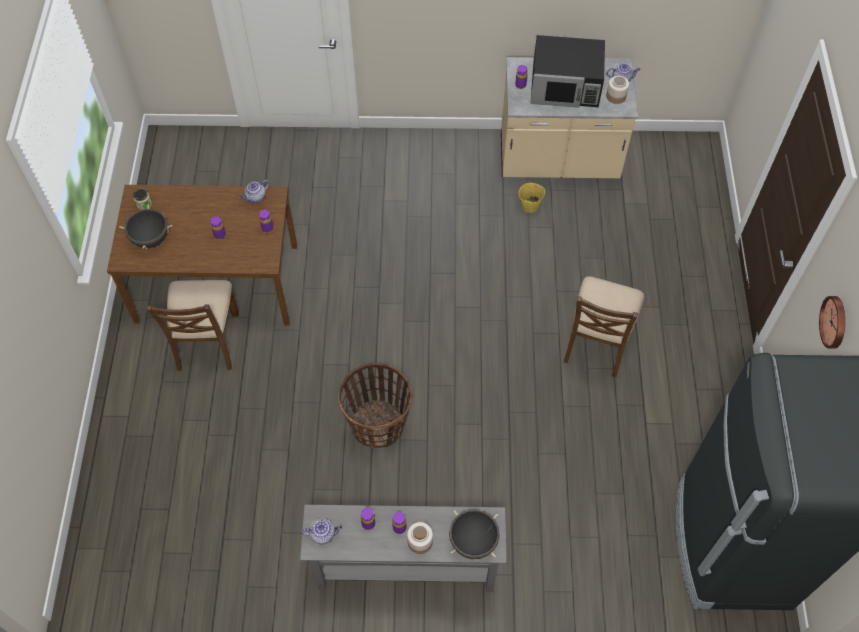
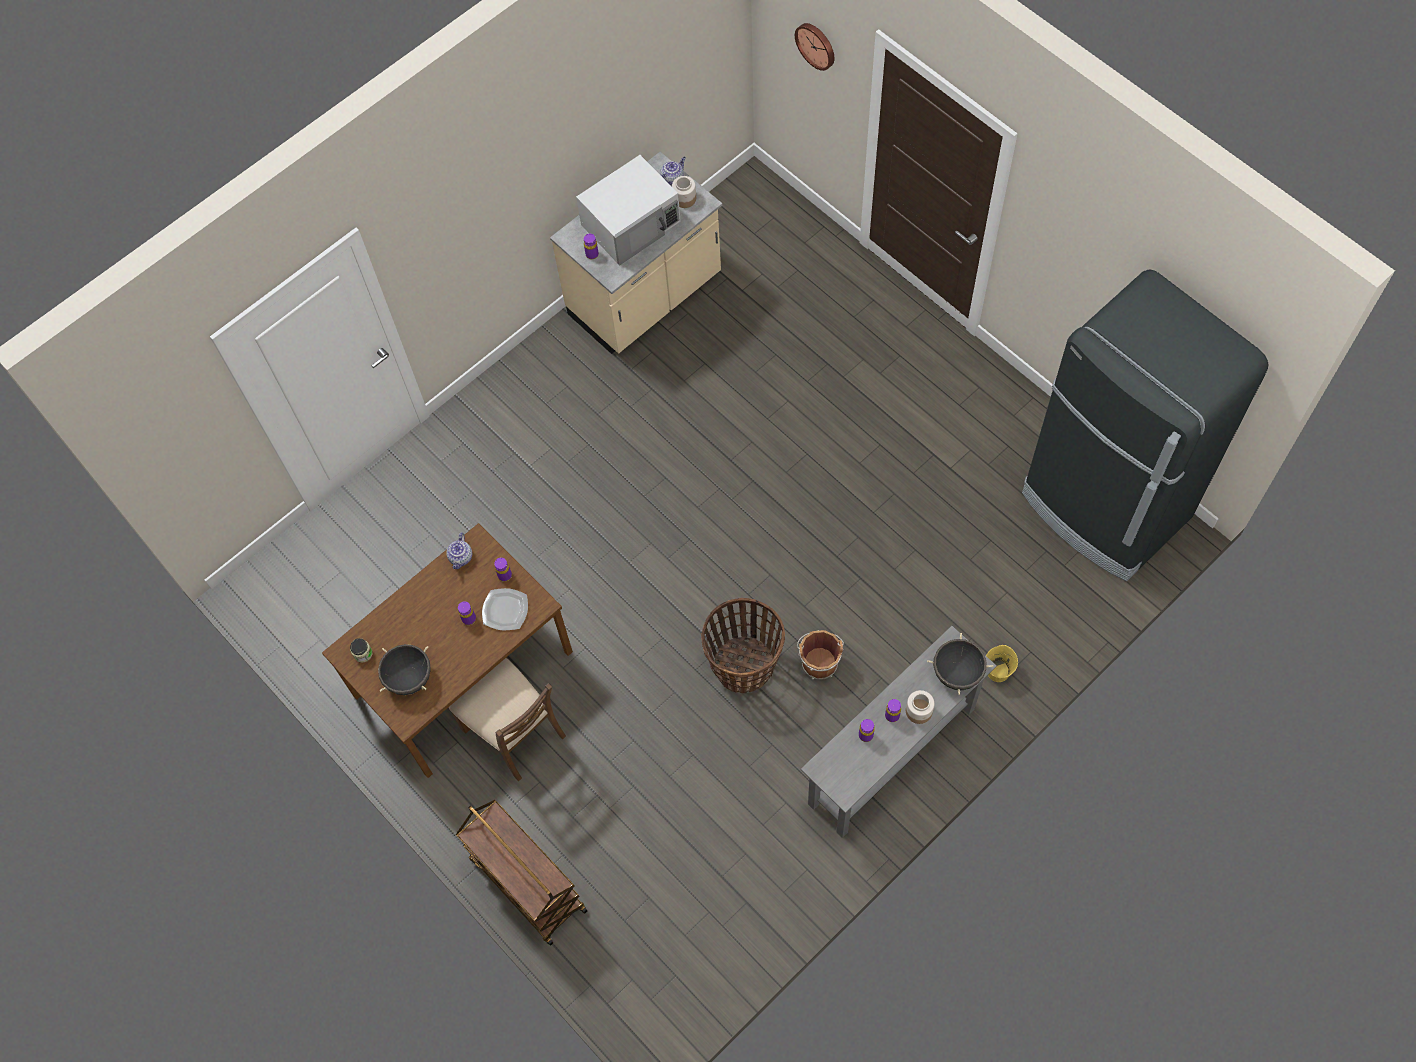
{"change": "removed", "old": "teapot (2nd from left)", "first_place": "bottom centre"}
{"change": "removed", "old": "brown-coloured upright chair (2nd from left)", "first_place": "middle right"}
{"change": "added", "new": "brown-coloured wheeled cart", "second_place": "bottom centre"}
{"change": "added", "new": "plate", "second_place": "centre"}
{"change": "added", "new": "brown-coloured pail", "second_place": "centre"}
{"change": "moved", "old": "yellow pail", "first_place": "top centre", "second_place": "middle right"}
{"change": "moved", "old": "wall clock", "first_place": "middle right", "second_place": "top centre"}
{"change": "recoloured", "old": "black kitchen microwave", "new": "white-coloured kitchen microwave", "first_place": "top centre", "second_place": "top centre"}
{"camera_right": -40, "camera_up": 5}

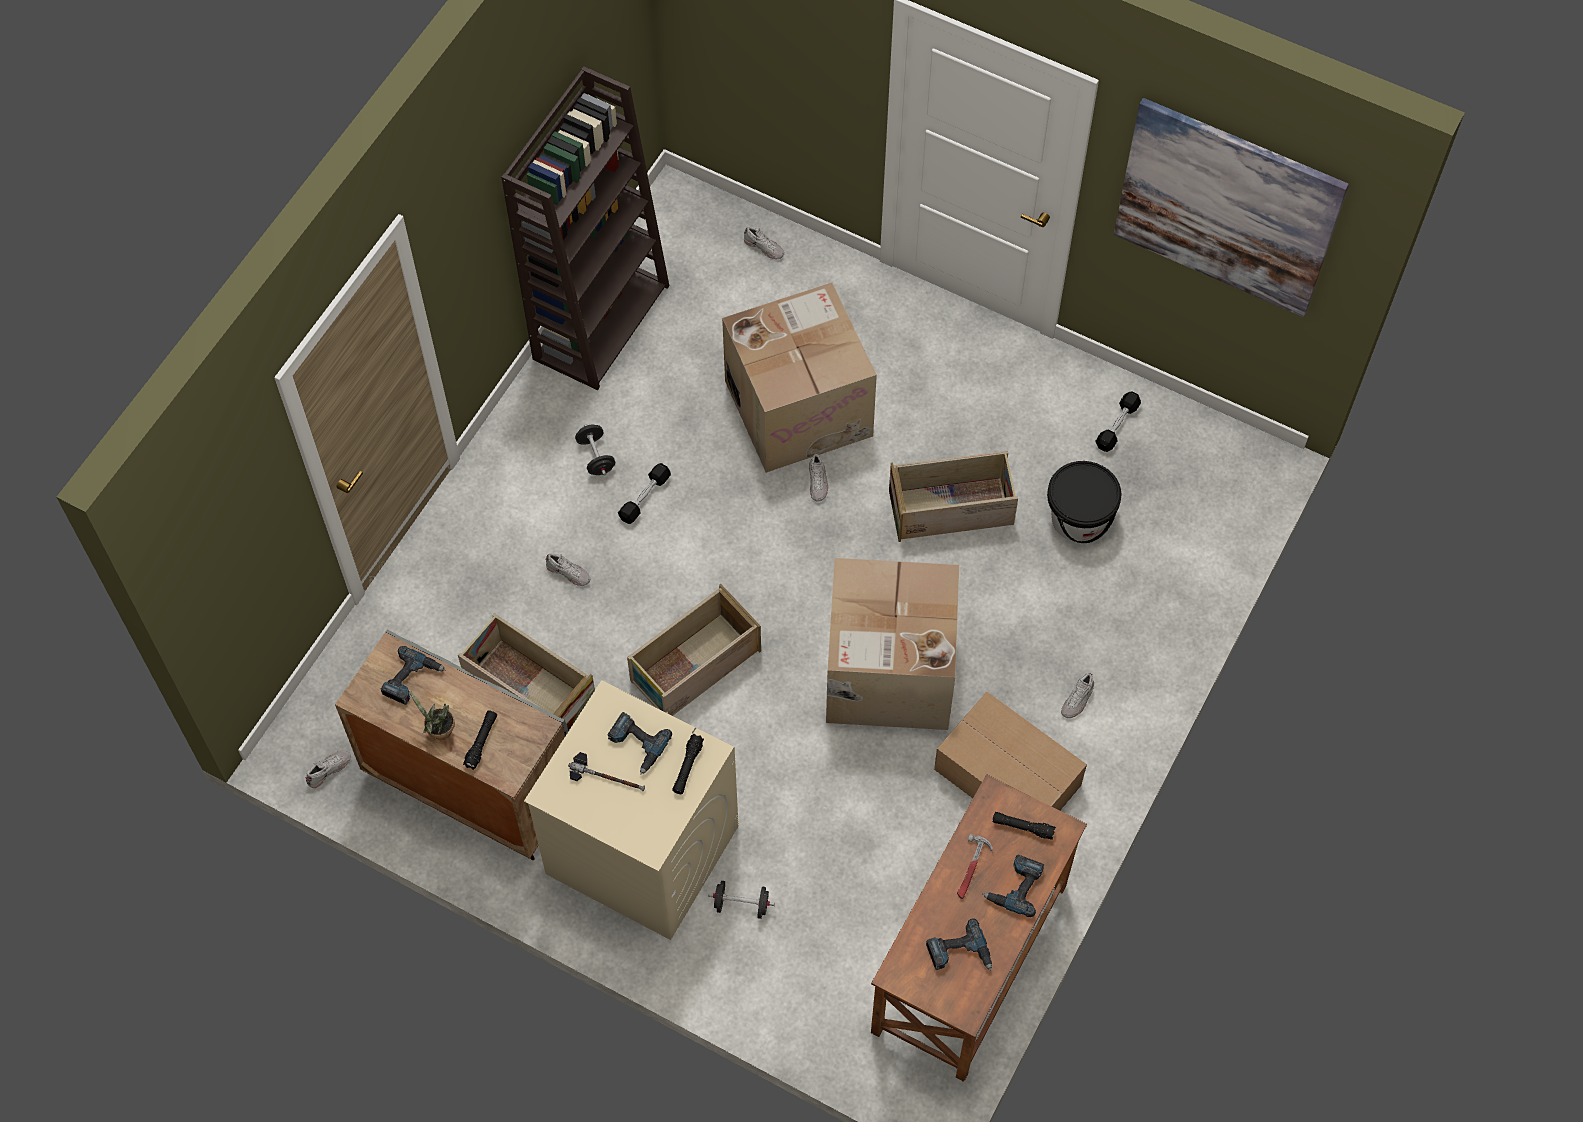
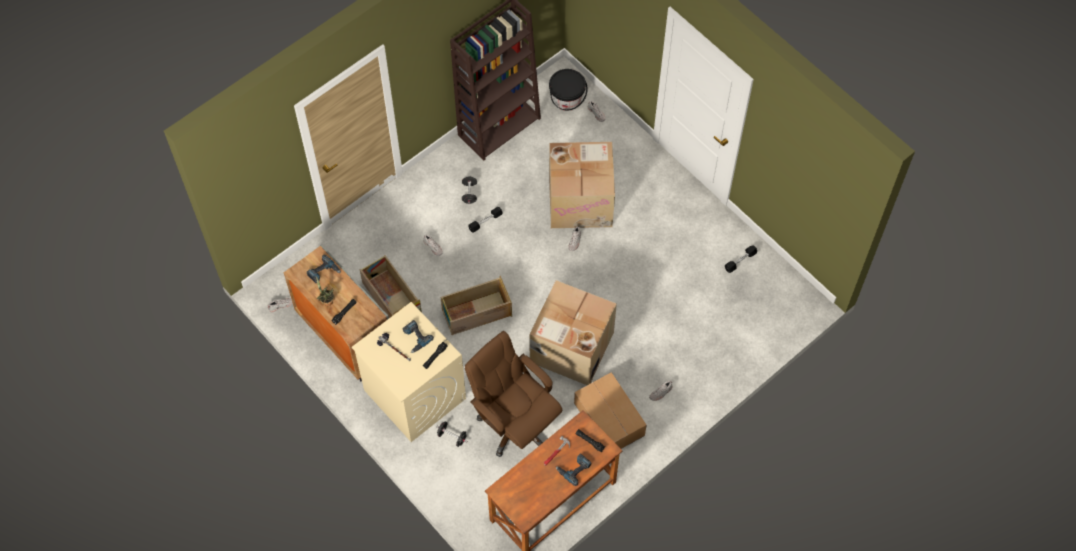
{"change": "removed", "old": "packing crate (3rd from left)", "first_place": "centre"}
{"change": "removed", "old": "power drill (3rd from left)", "first_place": "bottom centre"}
{"change": "removed", "old": "picture", "first_place": "top right"}
{"change": "added", "new": "brown-coloured computer chair", "second_place": "bottom centre"}
{"change": "moved", "old": "black pail", "first_place": "middle right", "second_place": "top centre"}
{"camera_right": 20, "camera_up": 0}

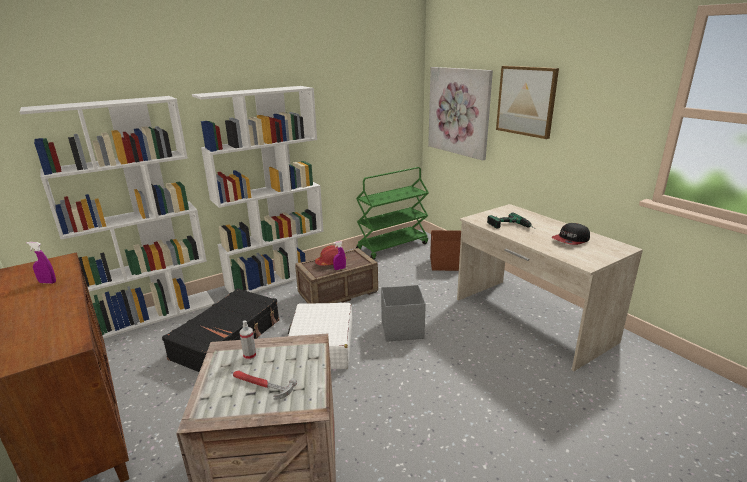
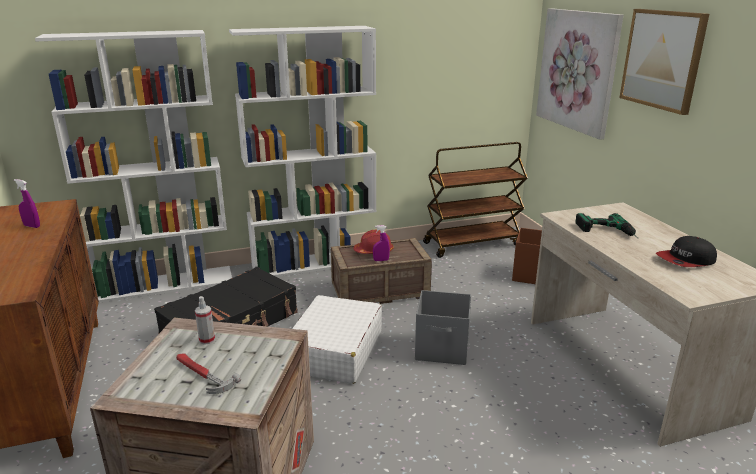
{"change": "recoloured", "old": "green wheeled cart", "new": "brown-coloured wheeled cart", "first_place": "centre", "second_place": "centre"}
{"camera_right": 15, "camera_up": 0}

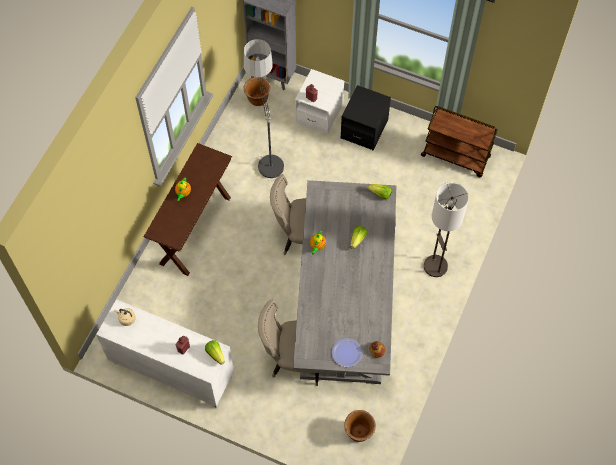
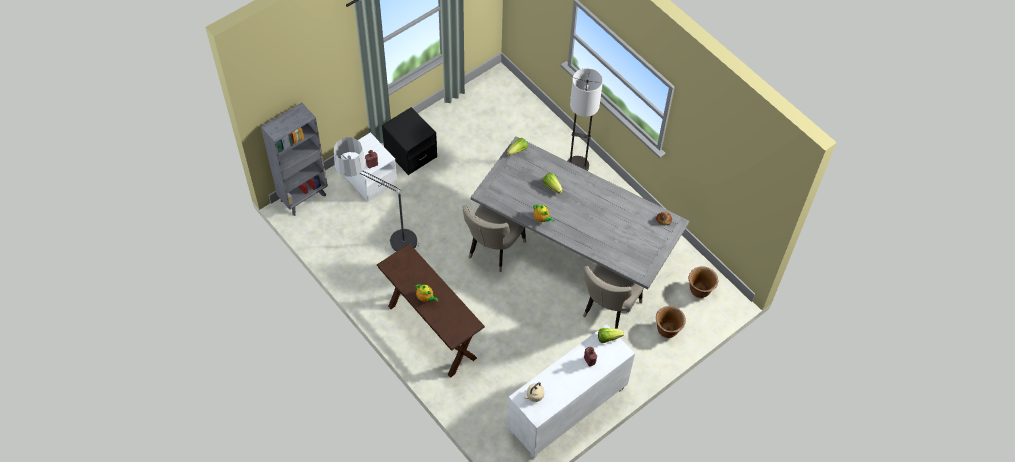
{"change": "removed", "old": "plate", "first_place": "bottom centre"}
{"change": "removed", "old": "brown-coloured wheeled cart", "first_place": "top right"}
{"change": "moved", "old": "brown-coloured planter (1st from left)", "first_place": "top centre", "second_place": "bottom centre"}
{"camera_right": -65, "camera_up": -5}

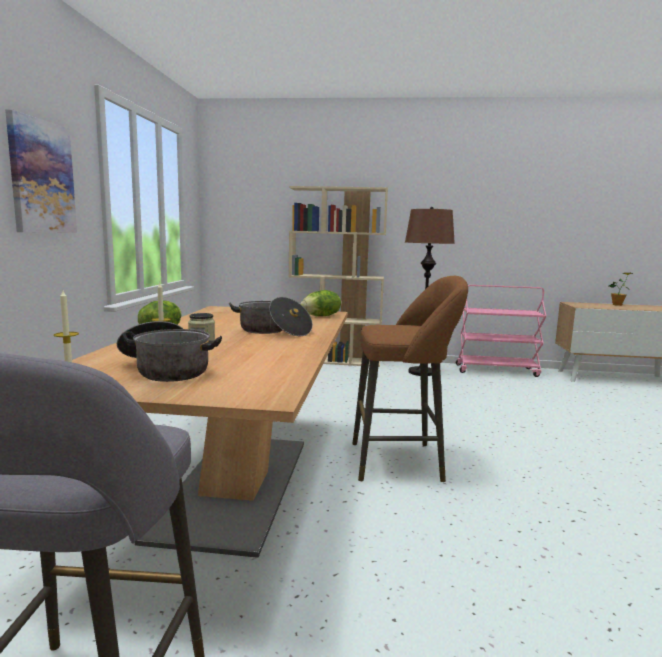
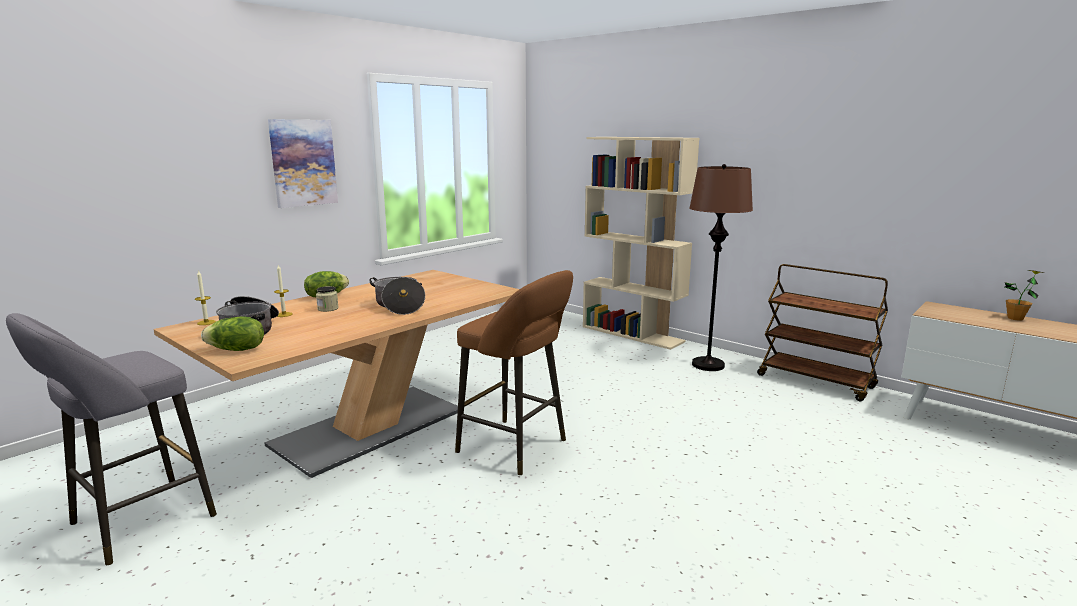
{"change": "moved", "old": "head of lettuce (2nd from left in the first image)", "new": "head of lettuce (1st from left)", "first_place": "centre", "second_place": "middle left"}
{"change": "recoloured", "old": "pink-coloured wheeled cart", "new": "brown-coloured wheeled cart", "first_place": "middle right", "second_place": "middle right"}
{"camera_right": 35, "camera_up": 5}

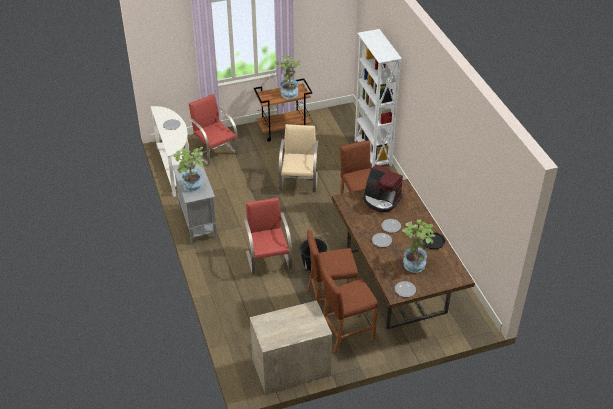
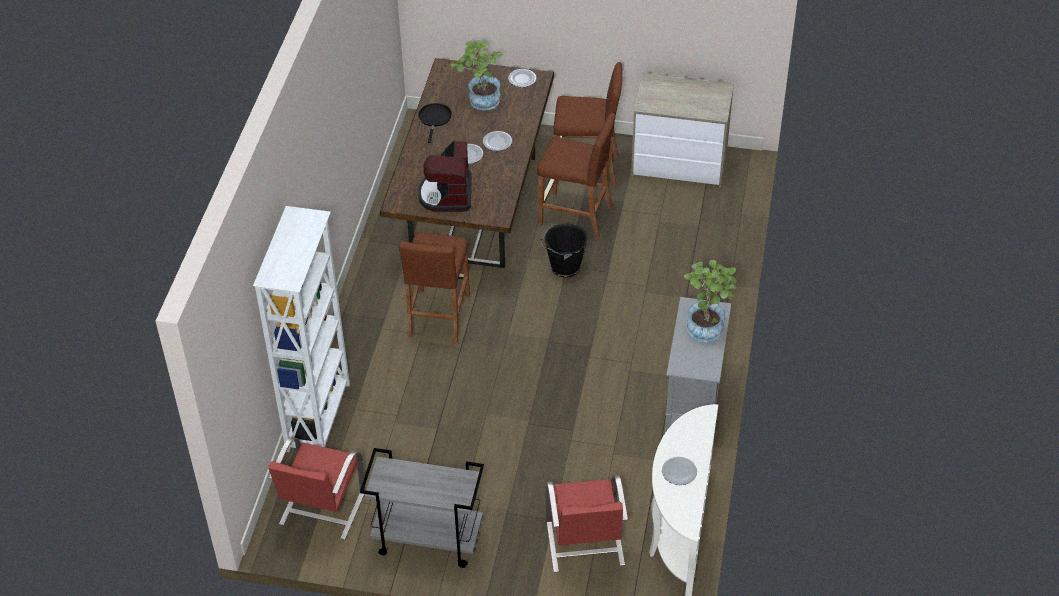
{"change": "removed", "old": "potted plant (2nd from left)", "first_place": "top centre"}
{"change": "removed", "old": "sand-coloured upright chair", "first_place": "centre"}
{"change": "moved", "old": "reddish upright chair (2nd from left in the first image)", "new": "reddish upright chair (1st from left)", "first_place": "centre", "second_place": "bottom left"}
{"change": "recoloured", "old": "brown-coloured wheeled cart", "new": "grey wheeled cart", "first_place": "top centre", "second_place": "bottom centre"}
{"change": "turned", "old": "coffee brewer", "first_place": "centre", "second_place": "top centre", "degrees": -150}
{"camera_right": -150, "camera_up": 5}

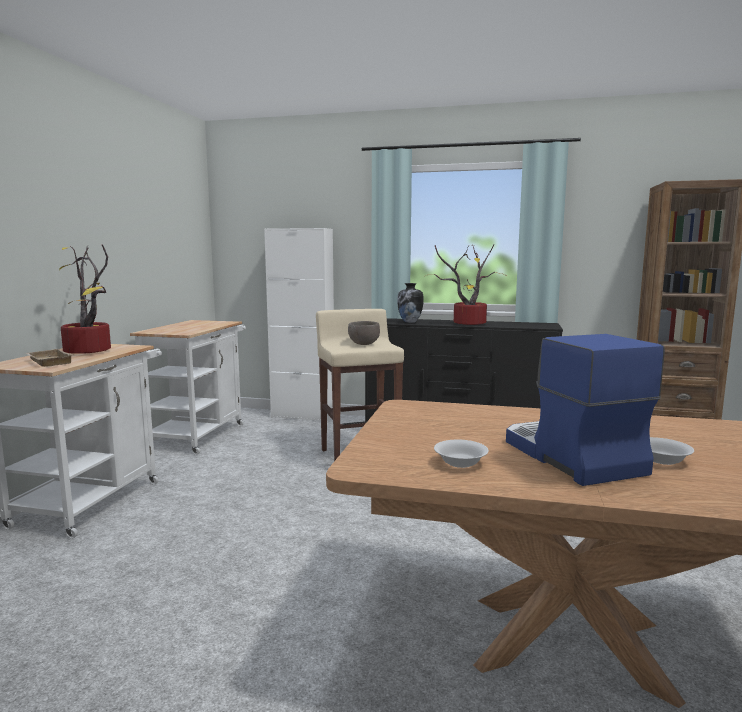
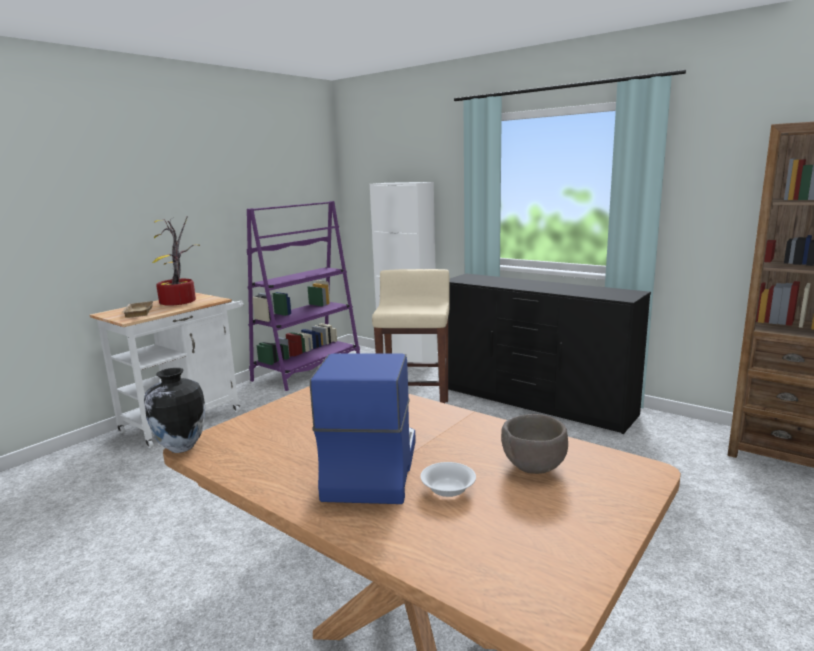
{"change": "removed", "old": "potted plant (2nd from left)", "first_place": "centre"}
{"change": "removed", "old": "white-coloured deep dish (1st from left)", "first_place": "centre"}
{"change": "moved", "old": "brown-coloured deep dish", "first_place": "centre", "second_place": "bottom centre"}
{"change": "moved", "old": "flower vase", "first_place": "centre", "second_place": "middle left"}
{"change": "replaced", "old": "white-coloured wheeled cart (2nd from left)", "new": "purplish bookshelf", "first_place": "middle left", "second_place": "centre"}
{"camera_right": 25, "camera_up": 5}

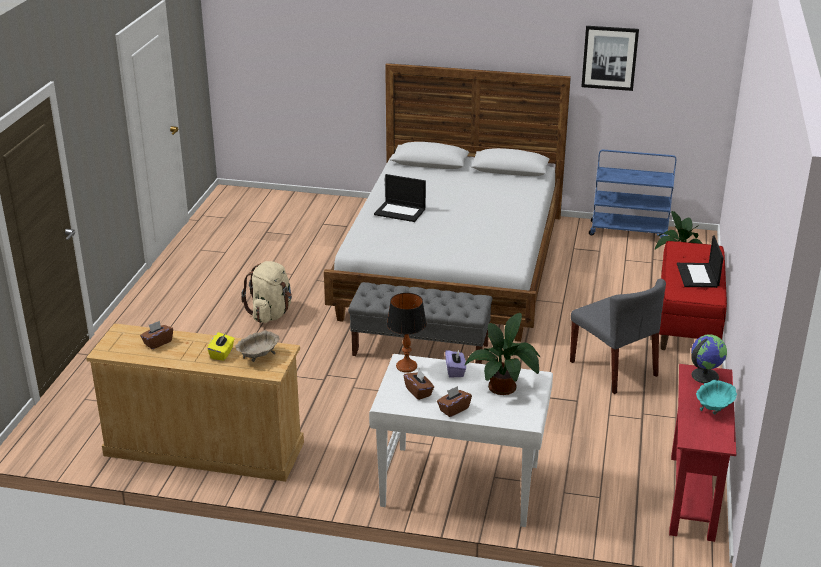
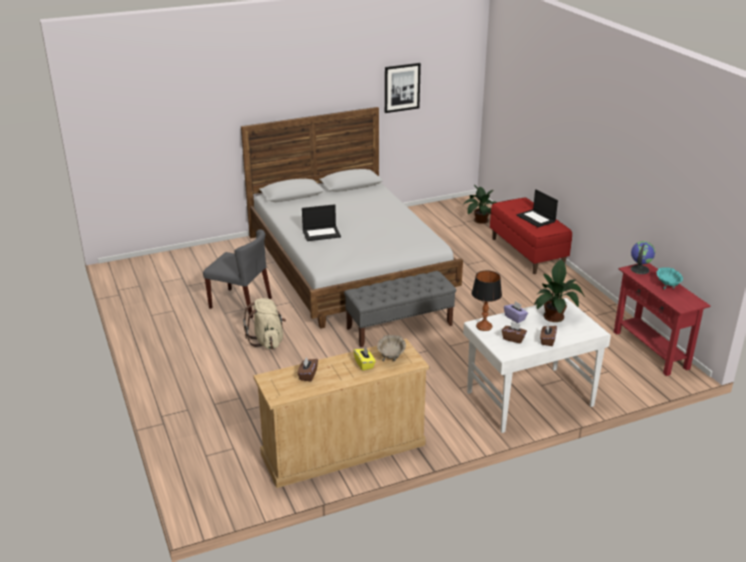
{"change": "removed", "old": "blue-coloured wheeled cart", "first_place": "middle right"}
{"change": "moved", "old": "grey upright chair", "first_place": "middle right", "second_place": "middle left"}
{"camera_right": -35, "camera_up": 0}

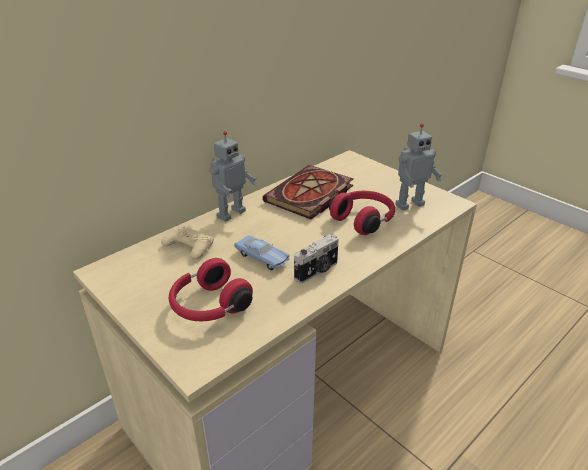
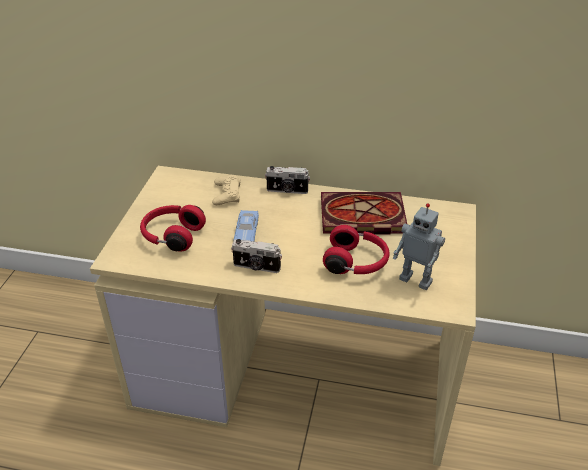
{"change": "replaced", "old": "toy robot (1st from left)", "new": "still camera (2nd from left)", "first_place": "centre", "second_place": "centre"}
{"camera_right": 55, "camera_up": 5}

